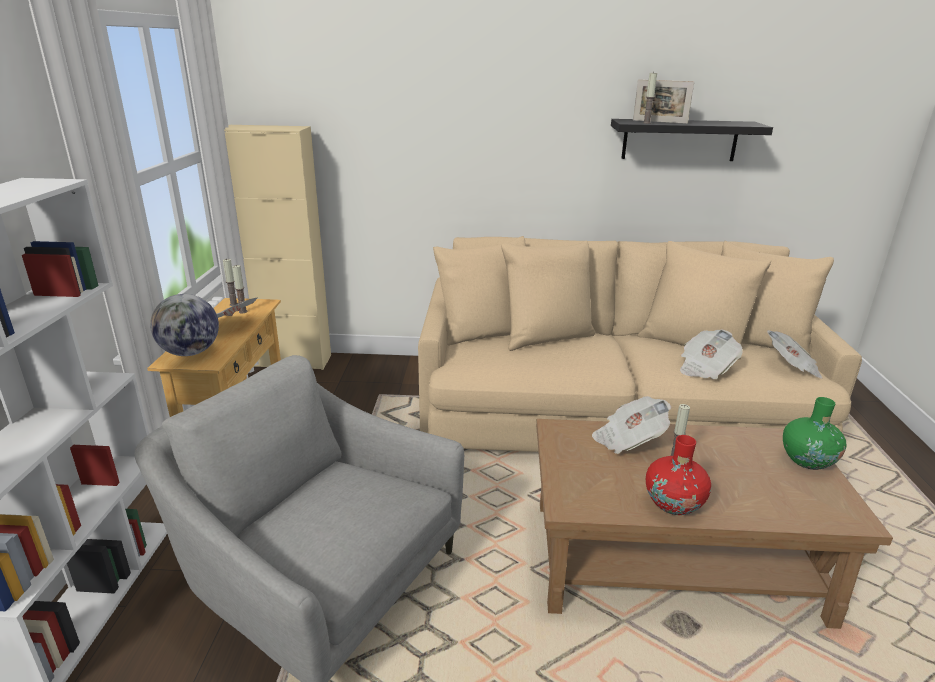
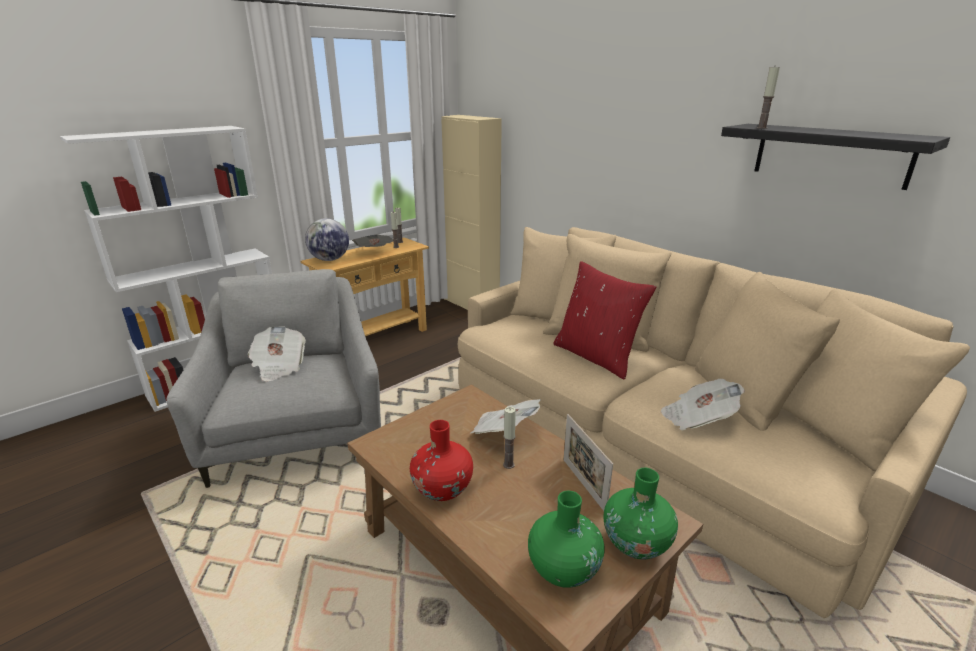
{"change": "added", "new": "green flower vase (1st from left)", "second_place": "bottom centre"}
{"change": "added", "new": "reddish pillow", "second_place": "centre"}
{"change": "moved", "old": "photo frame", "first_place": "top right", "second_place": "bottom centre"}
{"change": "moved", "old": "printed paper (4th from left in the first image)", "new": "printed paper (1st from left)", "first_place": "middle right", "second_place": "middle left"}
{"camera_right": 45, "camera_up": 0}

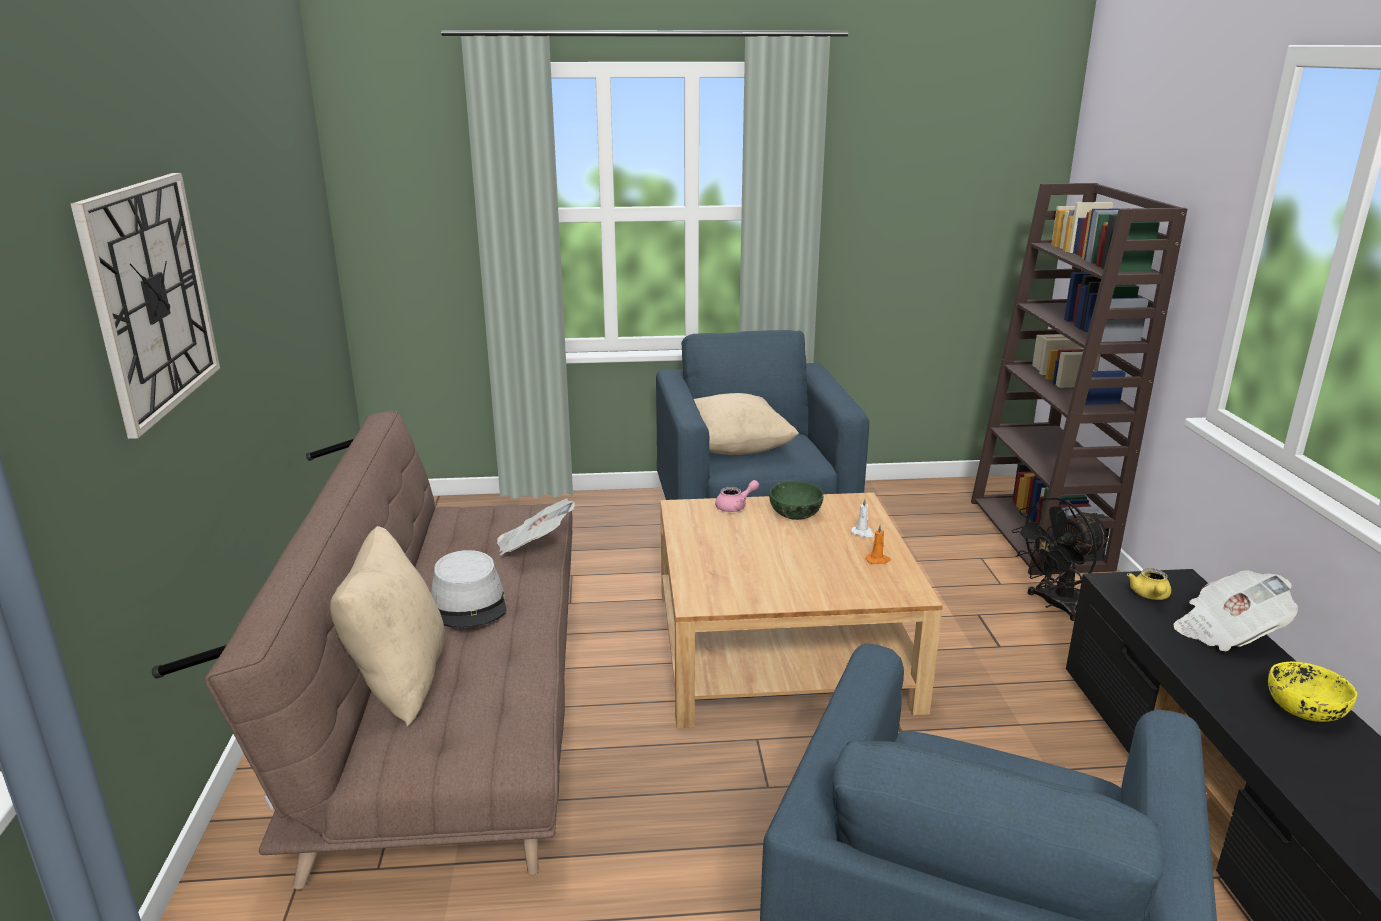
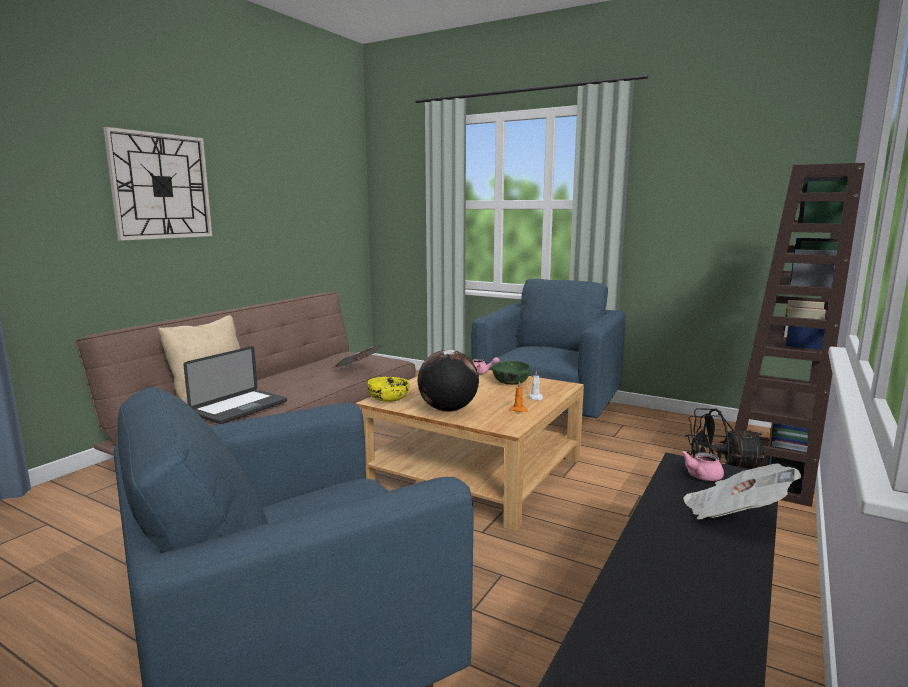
{"change": "removed", "old": "grey wearable hat", "first_place": "centre"}
{"change": "removed", "old": "sand-coloured pillow (2nd from left)", "first_place": "centre"}
{"change": "added", "new": "laptop", "second_place": "middle left"}
{"change": "added", "new": "world globe", "second_place": "centre"}
{"change": "moved", "old": "yellow deep dish", "first_place": "bottom right", "second_place": "centre"}
{"change": "recoloured", "old": "yellow teapot", "new": "pink-coloured teapot (2nd from left)", "first_place": "middle right", "second_place": "bottom right"}
{"camera_right": 35, "camera_up": -10}

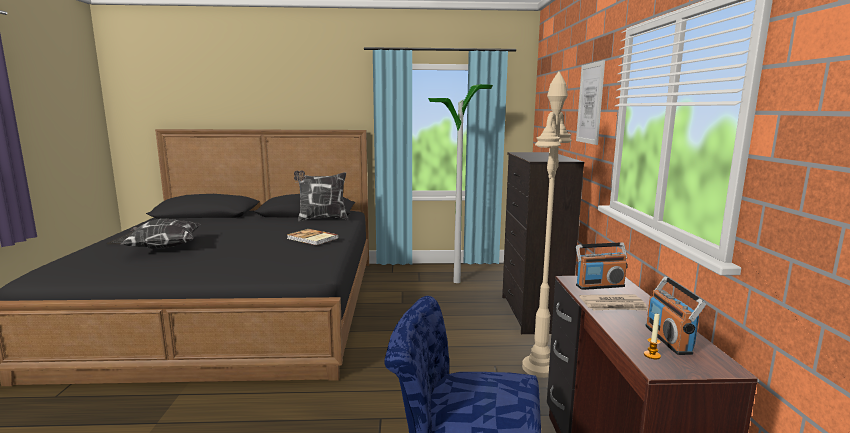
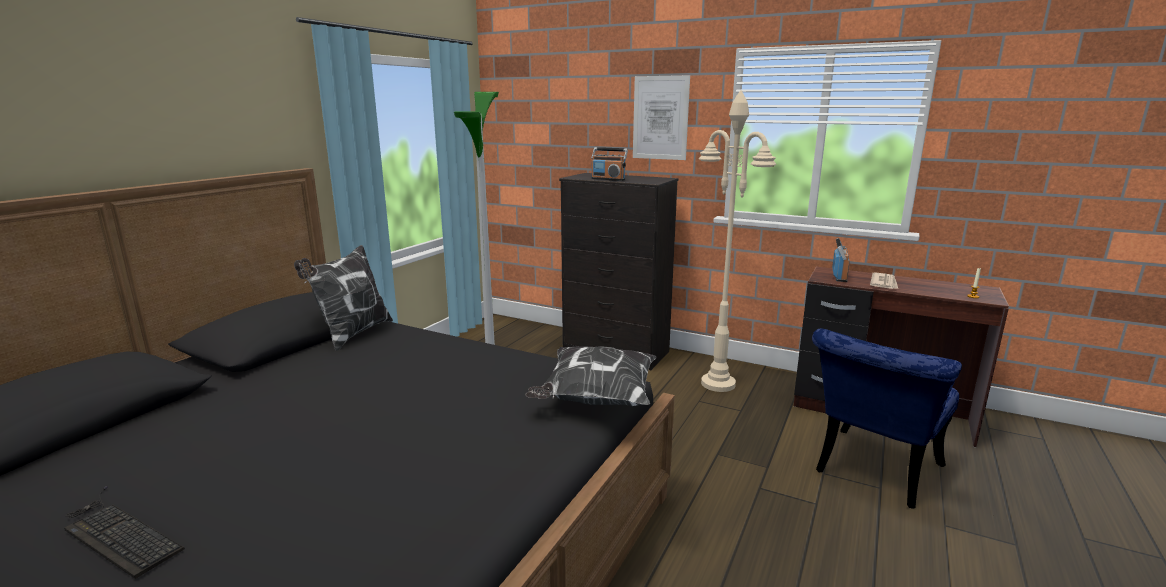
{"change": "removed", "old": "volume", "first_place": "centre"}
{"change": "moved", "old": "pillow (1st from left in the first image)", "new": "pillow (2nd from left)", "first_place": "middle left", "second_place": "centre"}
{"change": "moved", "old": "radio receiver (2nd from left in the first image)", "new": "radio receiver (1st from left)", "first_place": "bottom right", "second_place": "top centre"}
{"camera_right": -60, "camera_up": 5}

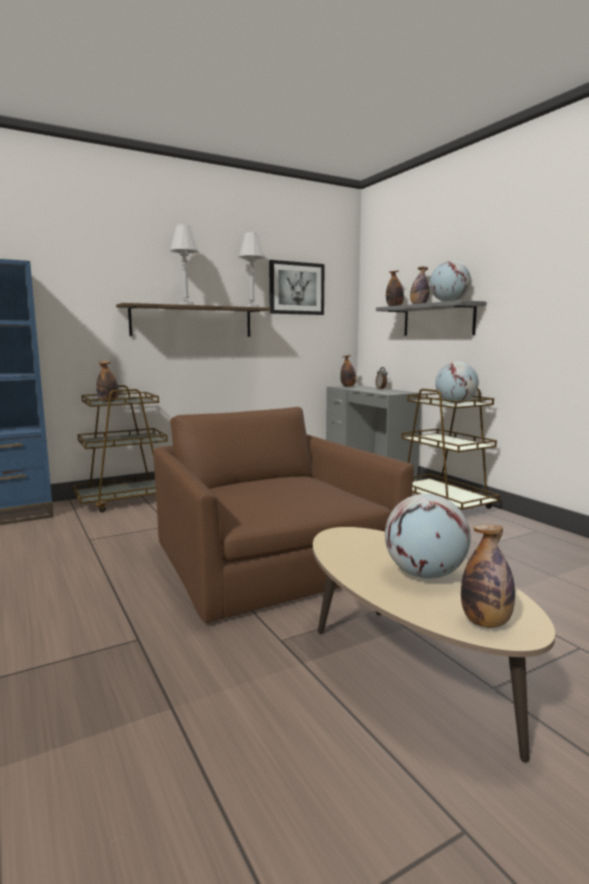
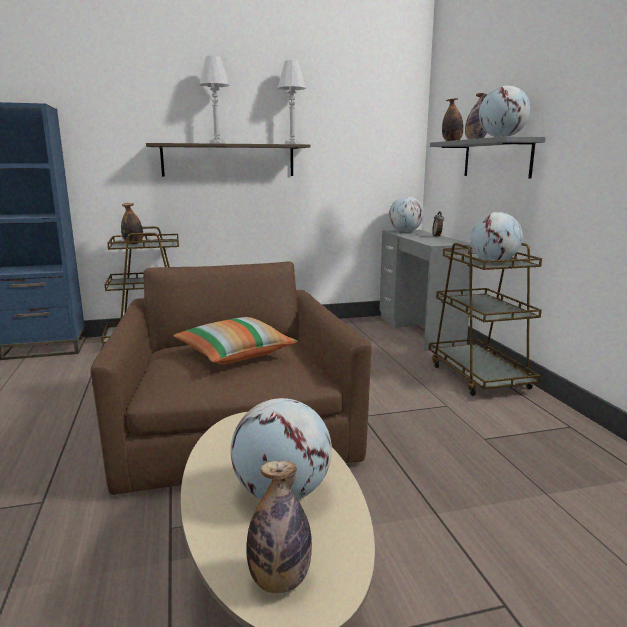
{"change": "removed", "old": "picture", "first_place": "top centre"}
{"change": "added", "new": "pillow", "second_place": "centre"}
{"change": "replaced", "old": "drink bottle (2nd from left)", "new": "world globe (2nd from left)", "first_place": "centre", "second_place": "centre"}
{"camera_right": 15, "camera_up": 5}

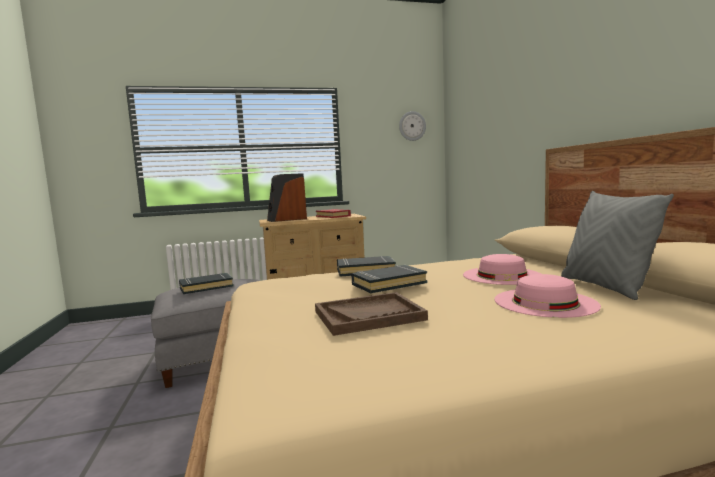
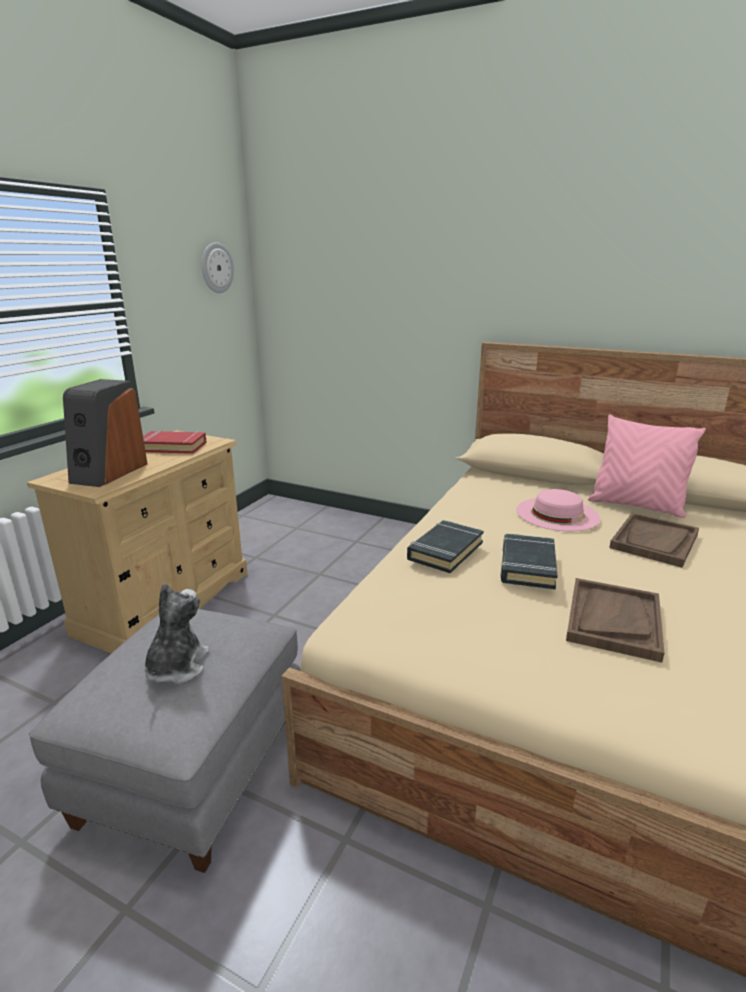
{"change": "replaced", "old": "black volume (1st from left)", "new": "soft toy", "first_place": "middle left", "second_place": "middle left"}
{"change": "replaced", "old": "pink-coloured wearable hat (2nd from left)", "new": "brown-coloured tray (2nd from left)", "first_place": "middle right", "second_place": "middle right"}
{"change": "recoloured", "old": "grey pillow", "new": "pink-coloured pillow", "first_place": "middle right", "second_place": "middle right"}
{"camera_right": -50, "camera_up": 15}

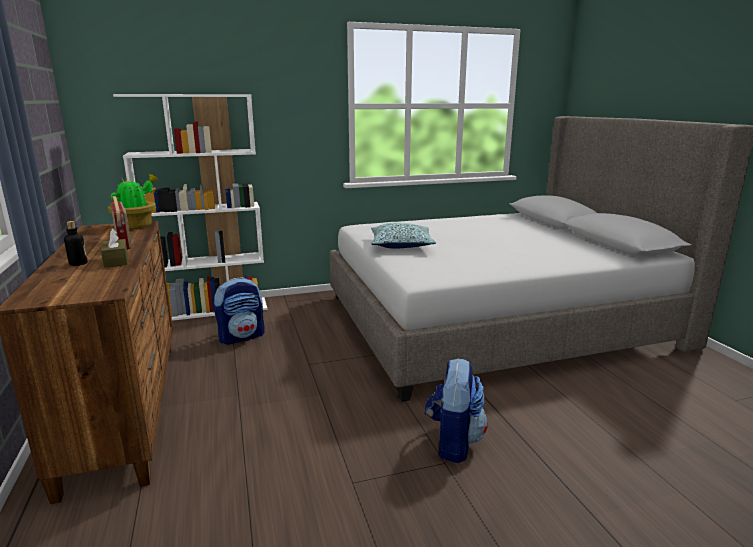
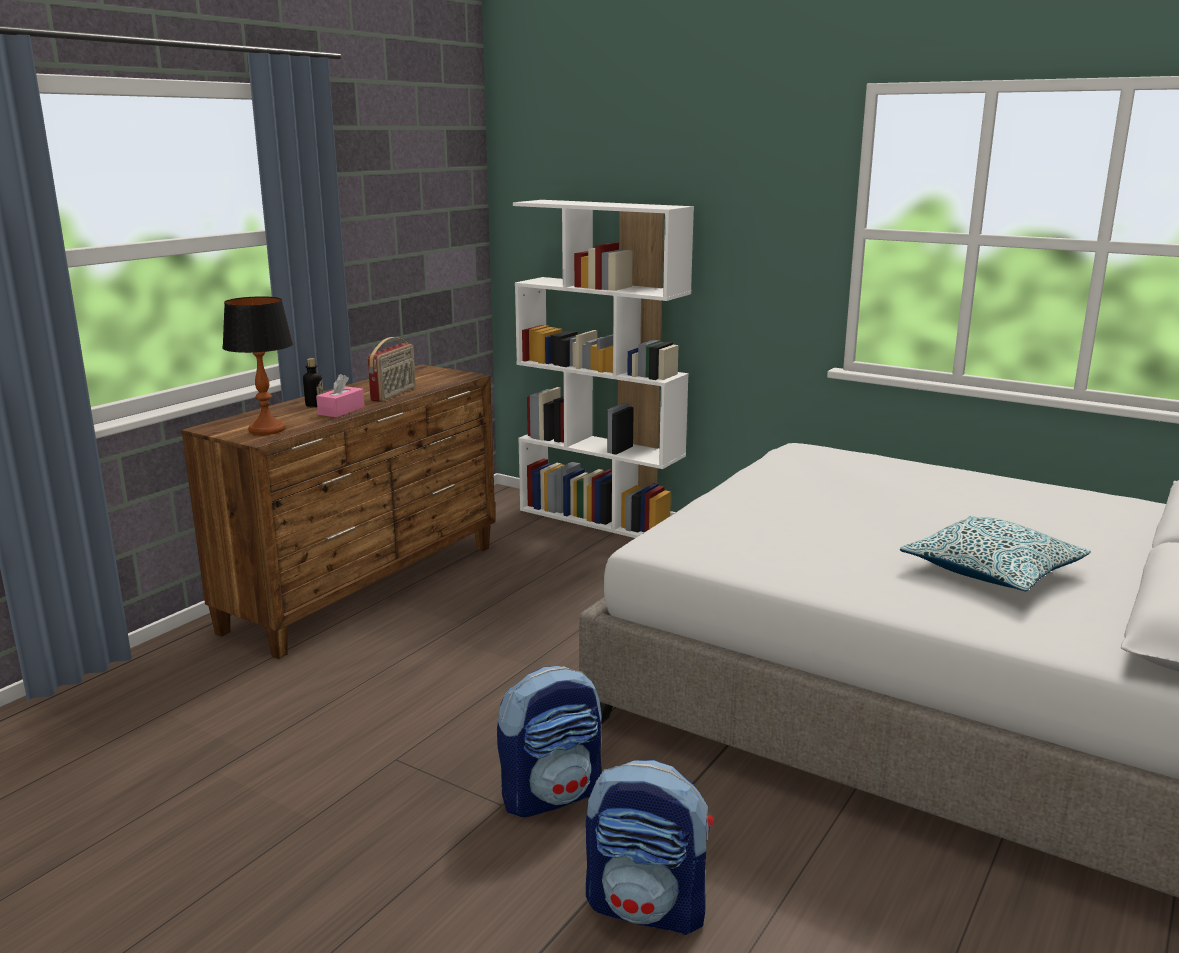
{"change": "removed", "old": "potted plant", "first_place": "middle left"}
{"change": "added", "new": "tabletop lamp", "second_place": "middle left"}
{"change": "moved", "old": "knapsack (1st from left in the first image)", "new": "knapsack (2nd from left)", "first_place": "middle left", "second_place": "bottom centre"}
{"change": "moved", "old": "pillow", "first_place": "centre", "second_place": "middle right"}
{"change": "recoloured", "old": "brown-coloured box of tissues", "new": "pink-coloured box of tissues", "first_place": "middle left", "second_place": "middle left"}
{"camera_right": 50, "camera_up": 0}

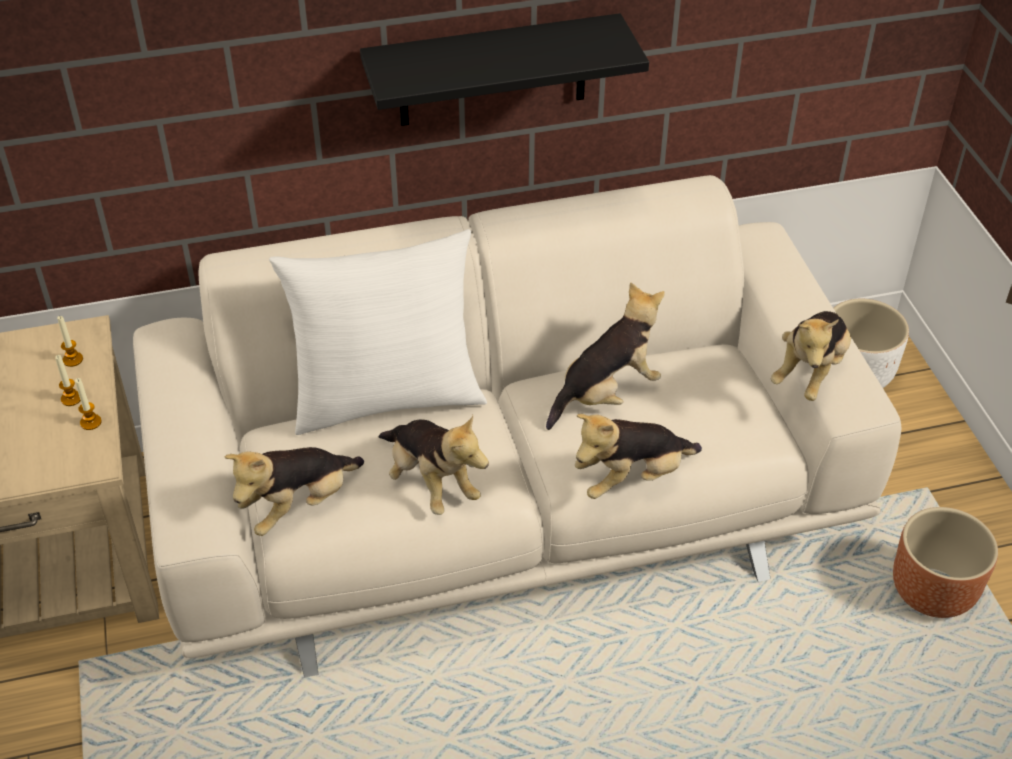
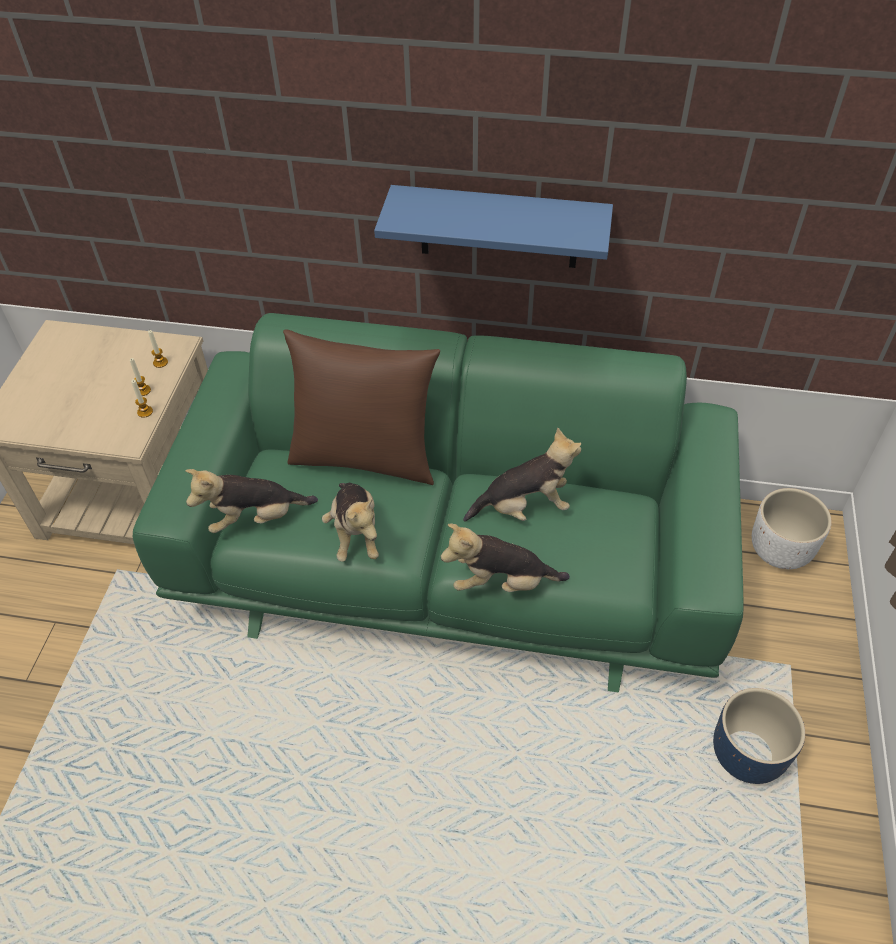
{"change": "removed", "old": "soft toy (5th from left)", "first_place": "middle right"}
{"change": "recoloured", "old": "sand-coloured sofa", "new": "green sofa", "first_place": "centre", "second_place": "centre"}
{"change": "recoloured", "old": "white-coloured pillow", "new": "brown-coloured pillow", "first_place": "centre", "second_place": "centre"}
{"change": "recoloured", "old": "black bracket shelf", "new": "blue-coloured bracket shelf", "first_place": "top centre", "second_place": "top centre"}
{"change": "recoloured", "old": "brown-coloured planter", "new": "blue-coloured planter", "first_place": "bottom right", "second_place": "bottom right"}
{"camera_right": 25, "camera_up": 5}

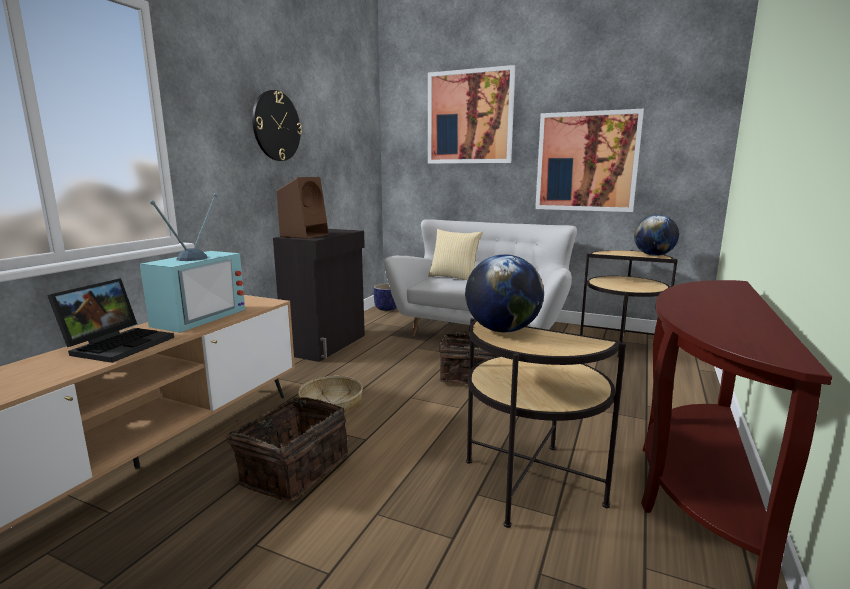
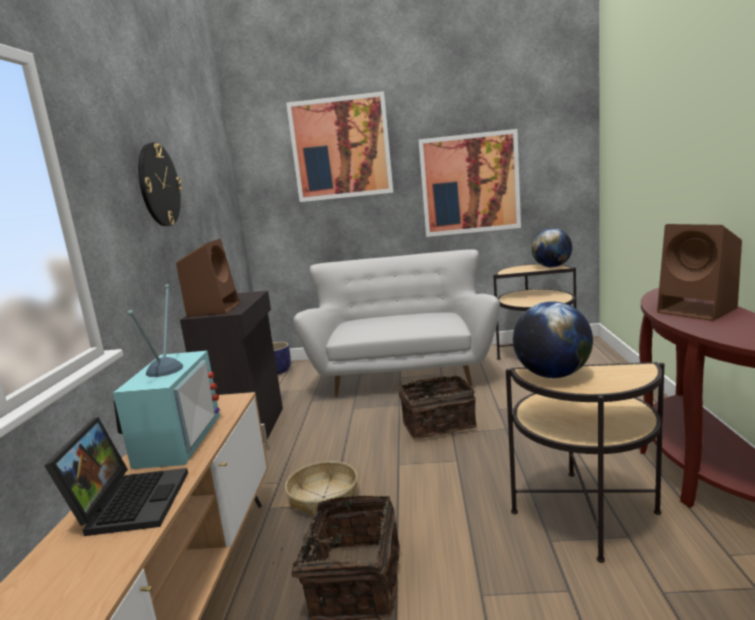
{"change": "removed", "old": "pillow", "first_place": "centre"}
{"change": "added", "new": "brown-coloured speaker (2nd from left)", "second_place": "middle right"}
{"camera_right": -20, "camera_up": 0}

